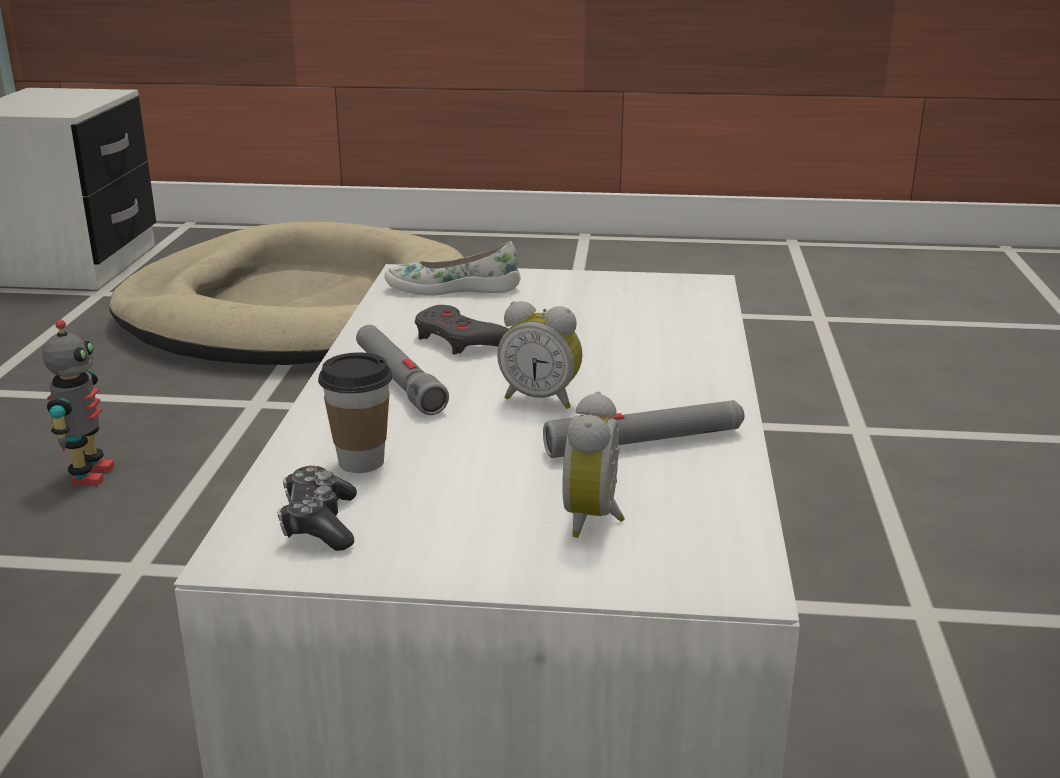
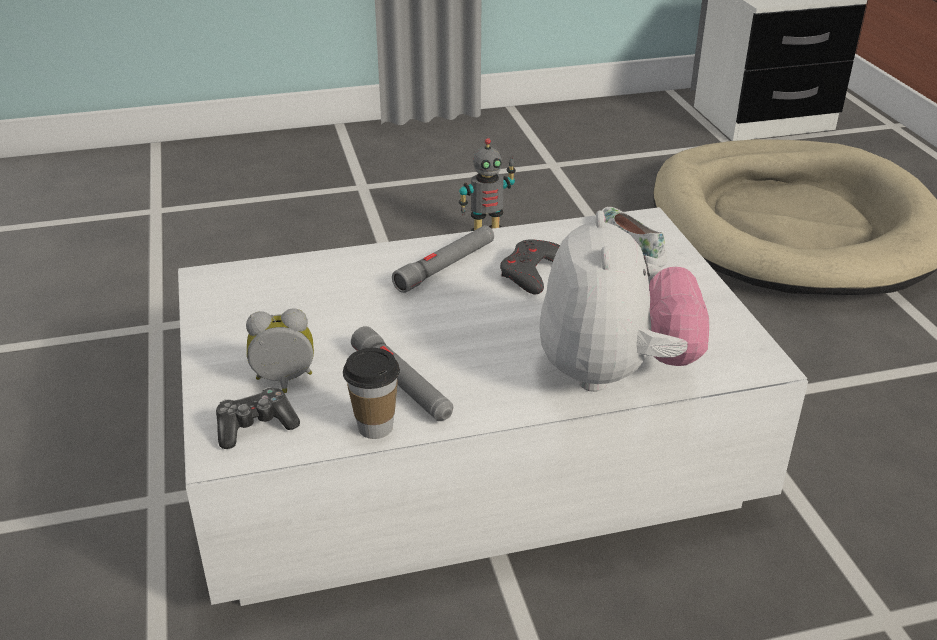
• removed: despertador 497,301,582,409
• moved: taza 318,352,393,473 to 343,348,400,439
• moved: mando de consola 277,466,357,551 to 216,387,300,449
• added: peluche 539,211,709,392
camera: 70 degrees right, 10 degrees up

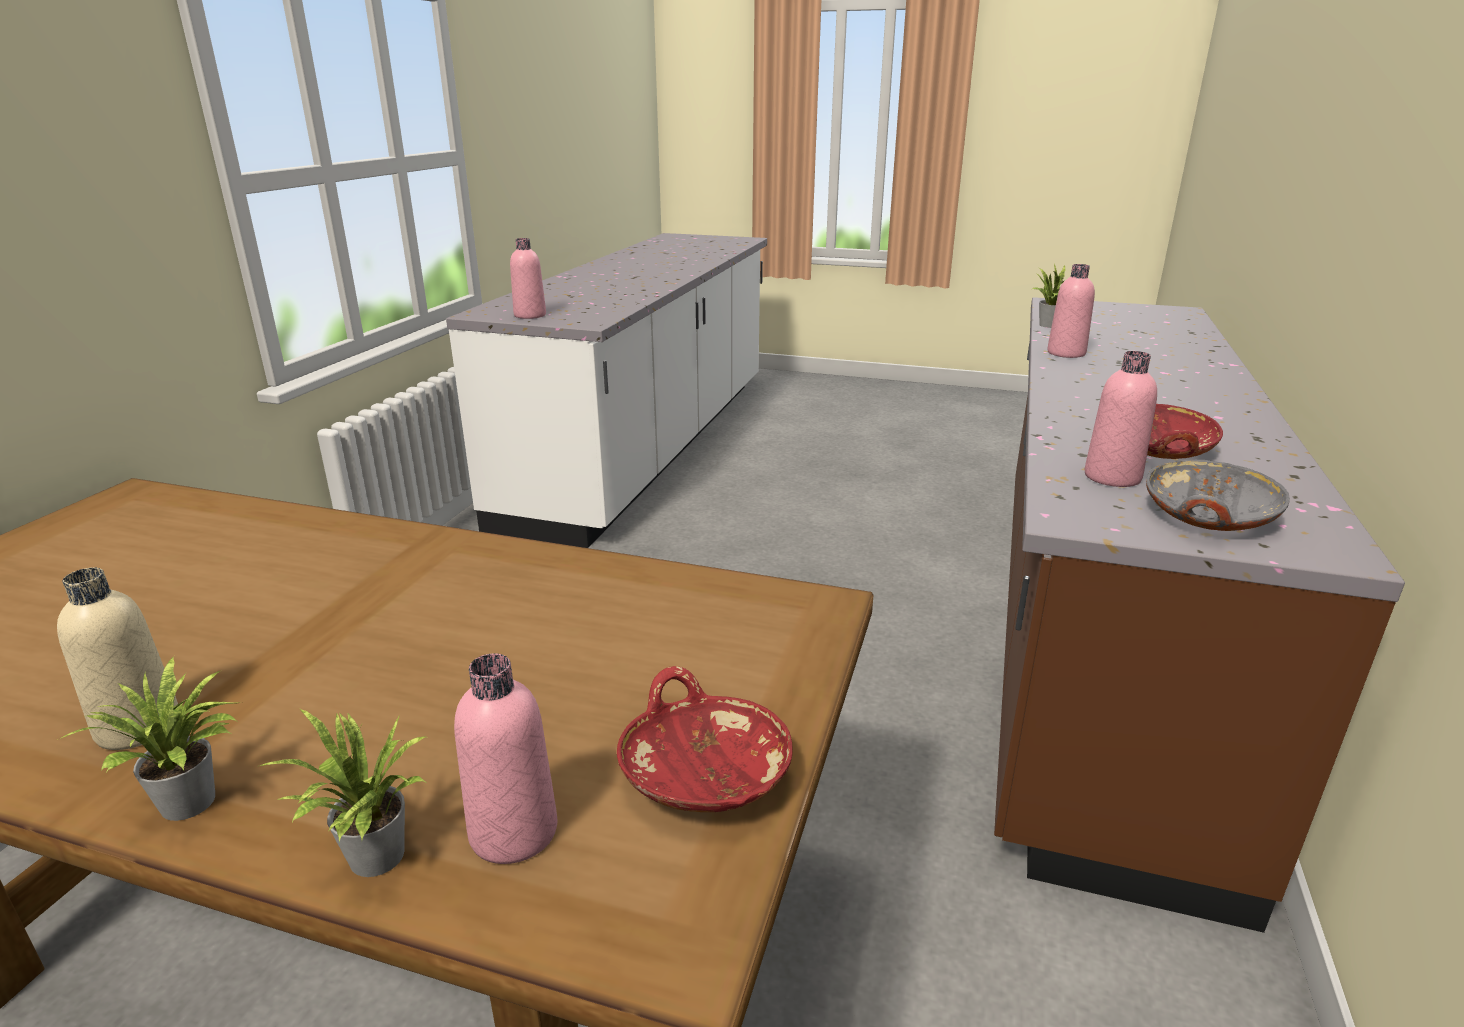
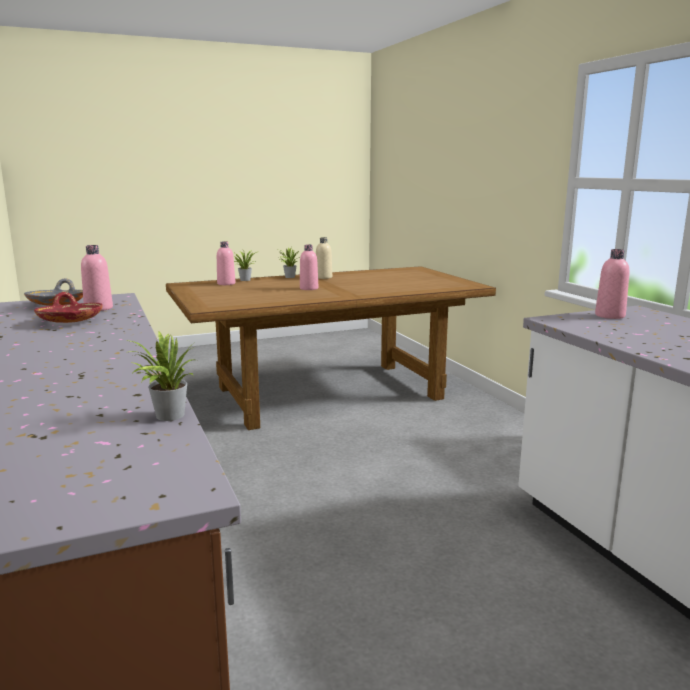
• moved: botella/rosa 1047,264,1095,358 to 300,245,318,290
• removed: cuenco/rojo 617,666,793,812
camera: 140 degrees right, 10 degrees down

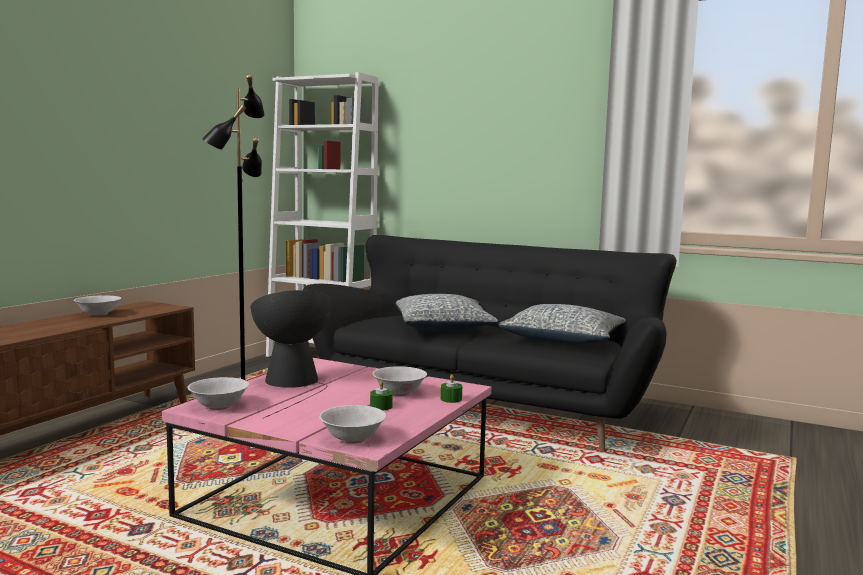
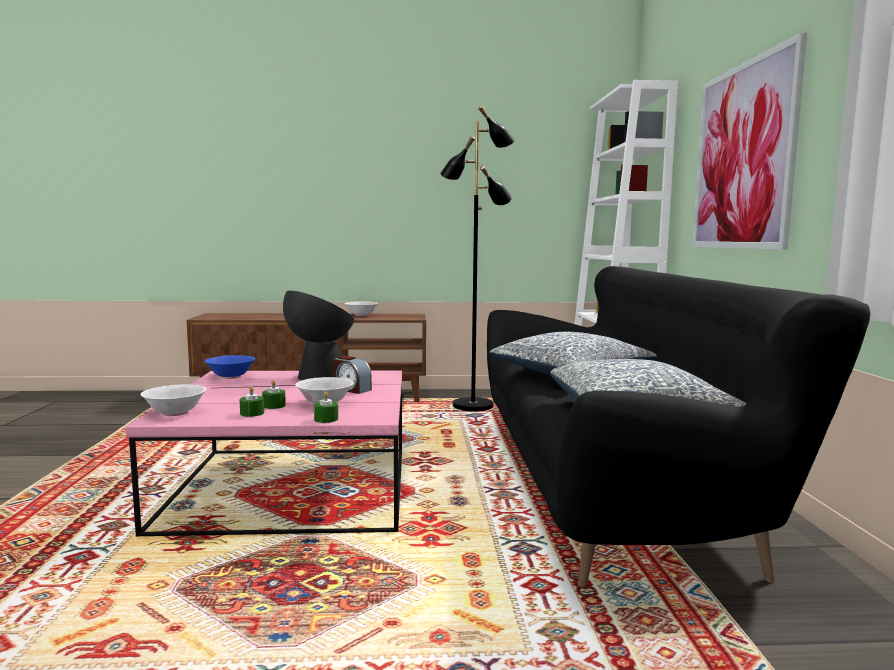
• recoloured: cuenco/blanco 187,377,249,410 to cuenco/azul 205,355,255,379
• added: cuadro 692,32,807,250
• added: despertador 334,355,372,394
• added: vela/verde 240,386,264,417
camera: 60 degrees right, 0 degrees up

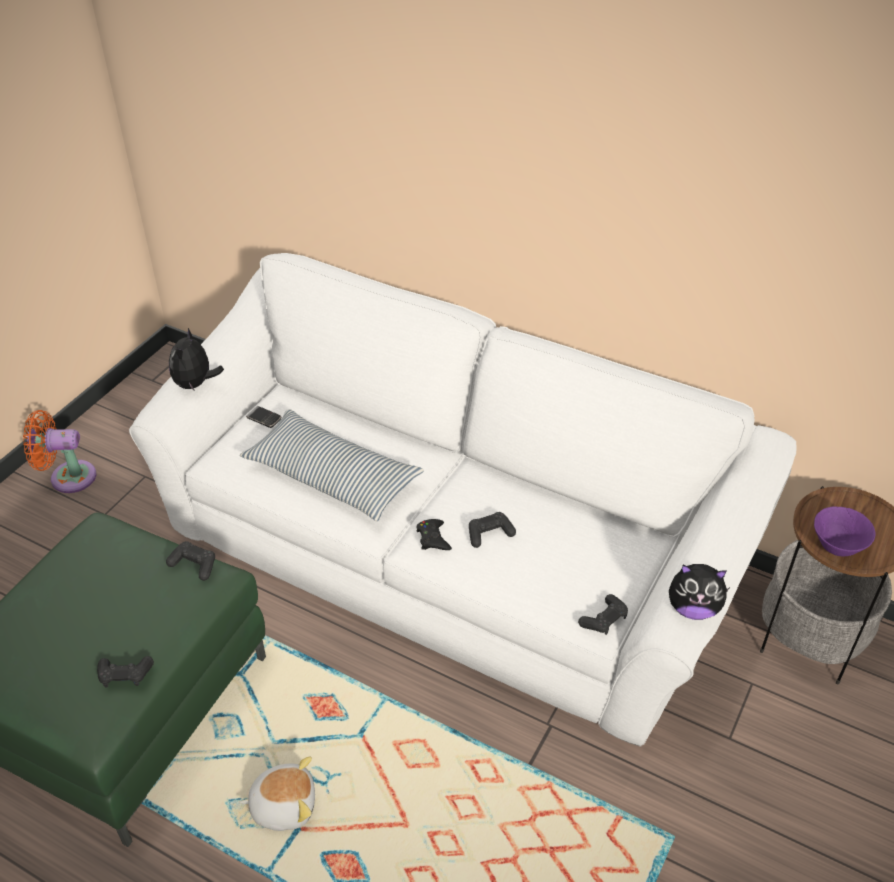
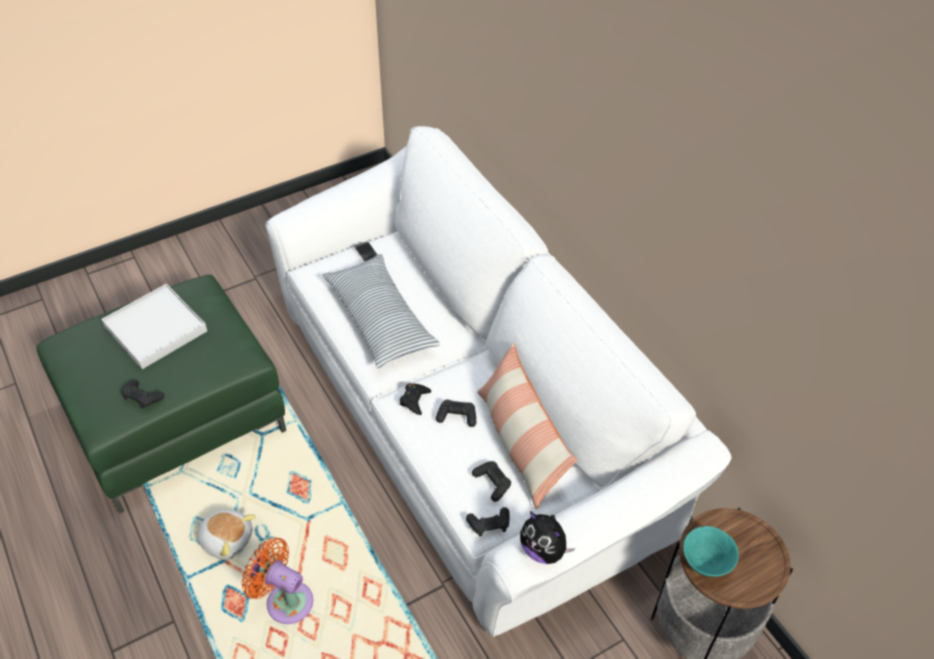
• removed: peluche 169,328,224,391
• moved: ventilador/naranja 23,410,96,493 to 241,537,313,624
• recoloured: cuenco/morado 814,507,876,556 to cuenco/turquesa 683,526,739,577
• moved: mando de consola/negro 166,541,215,581 to 472,461,511,502
• added: bandeja/blanco 101,284,207,369
• added: cojín 477,342,577,509
camera: 30 degrees right, 5 degrees up

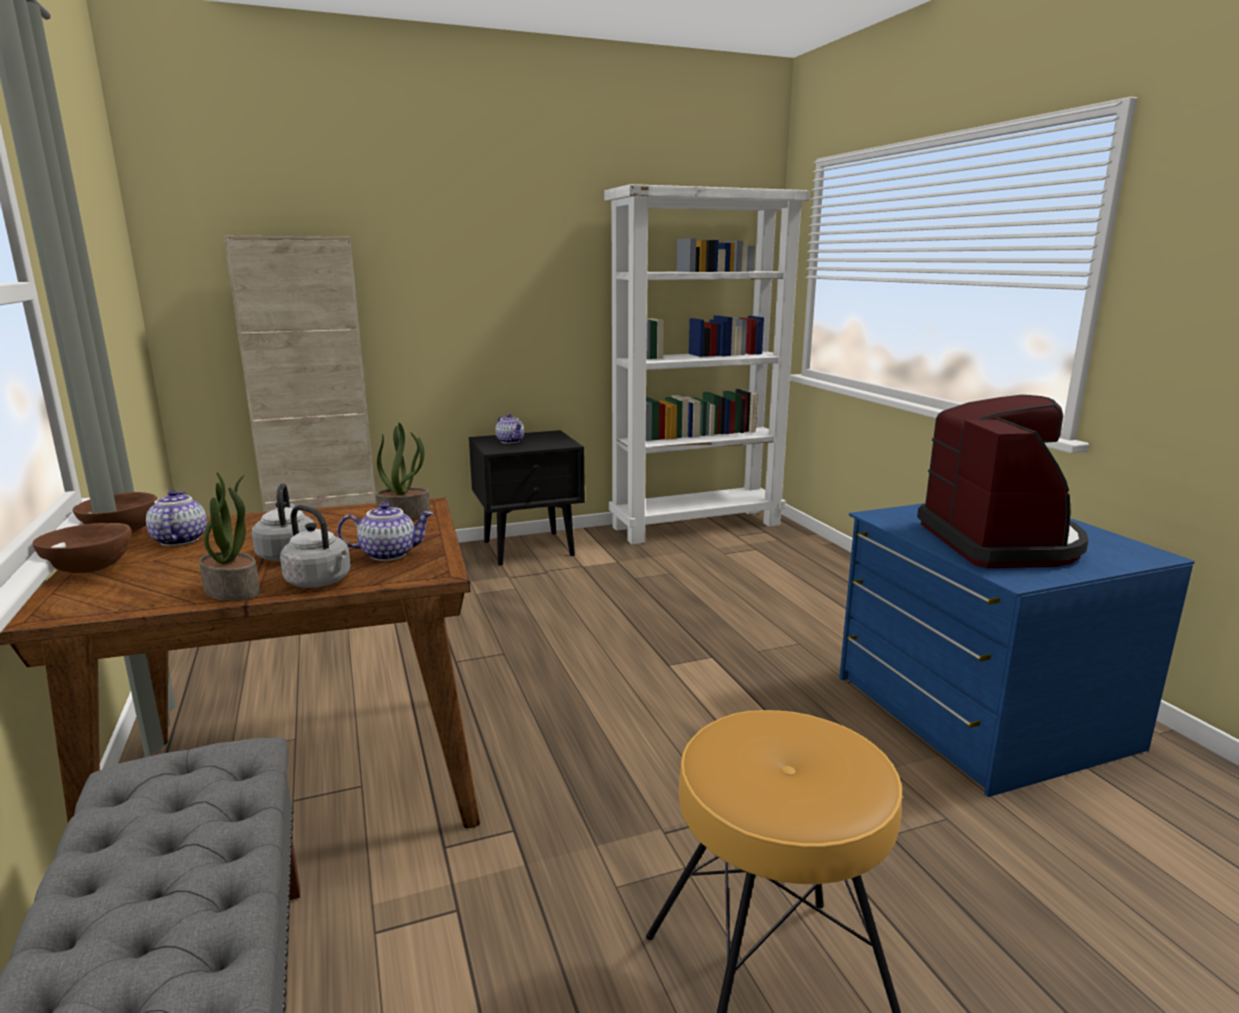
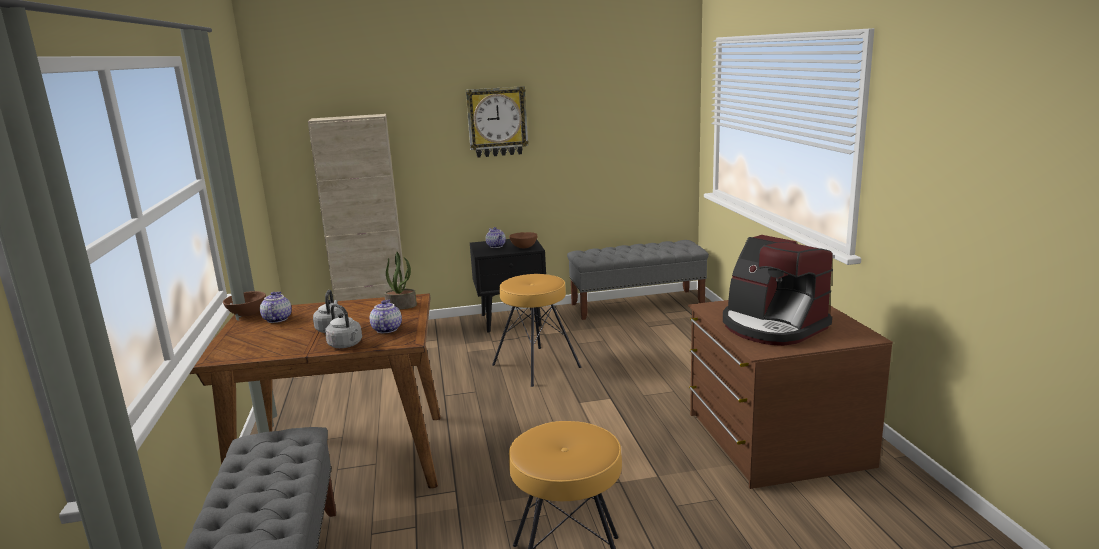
• replaced: estantería/blanco 604,184,810,545 to banco/gris 567,240,709,320
• turned: cafetera 917,395,1088,568 = 723,235,833,346 135 degrees clockwise
• removed: planta en maceta 199,473,260,601
• turned: tetera 337,502,433,561 = 370,300,402,333 90 degrees counterclockwise
• recoloured: cómoda/azul 839,503,1195,797 to cómoda/marrón 688,300,893,489
• moved: cuenco/marrón 32,523,132,573 to 509,232,538,248
• added: reloj de pared 466,86,529,158
• added: taburete/marrón 492,274,581,387
camera: 10 degrees right, 0 degrees up

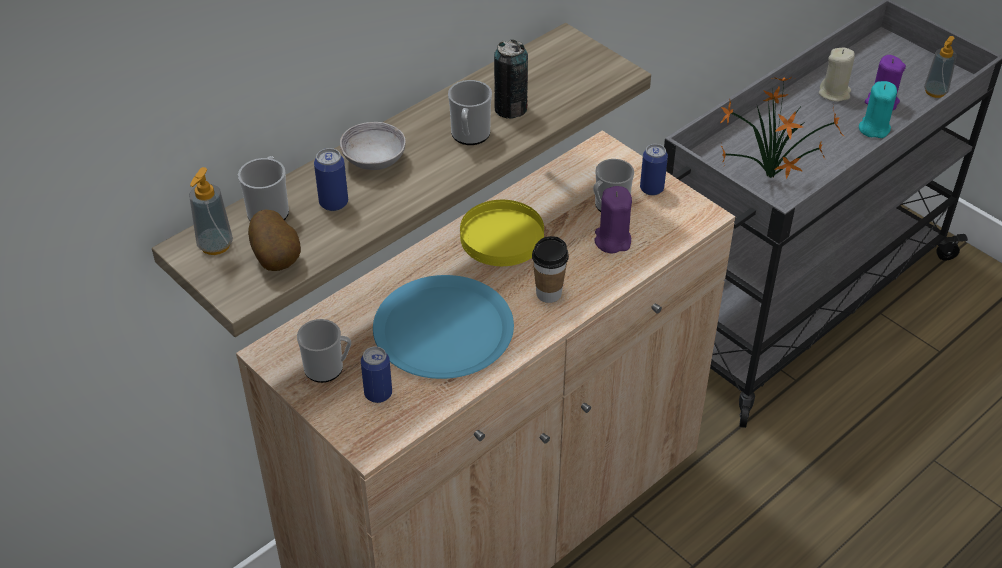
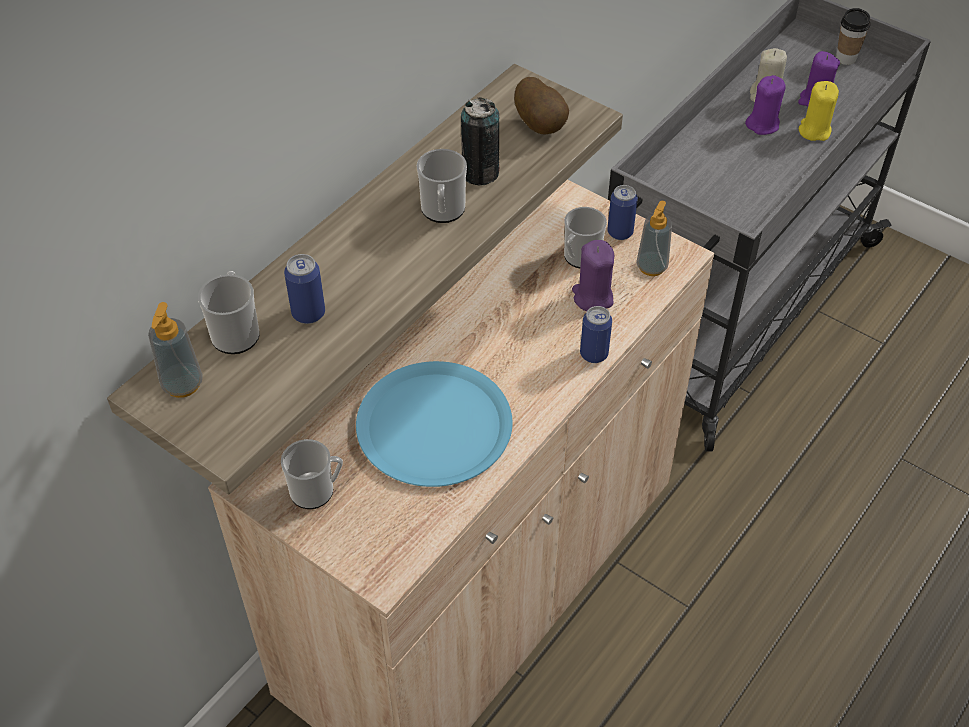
• moved: dispensador de jabón 924,36,957,98 to 636,201,672,276
• removed: planta en maceta 720,77,845,179
• recoloured: vela/turquesa 859,81,897,138 to vela/amarillo 799,81,839,141
• removed: cuenco/gris 340,122,406,170
• removed: plato/amarillo 460,200,544,266
• moved: patata 248,209,301,271 to 514,77,569,135
• moved: taza 532,236,569,303 to 836,8,870,65
• moved: lata 361,346,392,403 to 580,306,612,363
• added: vela/morado 745,75,786,135
camera: 10 degrees left, 5 degrees up

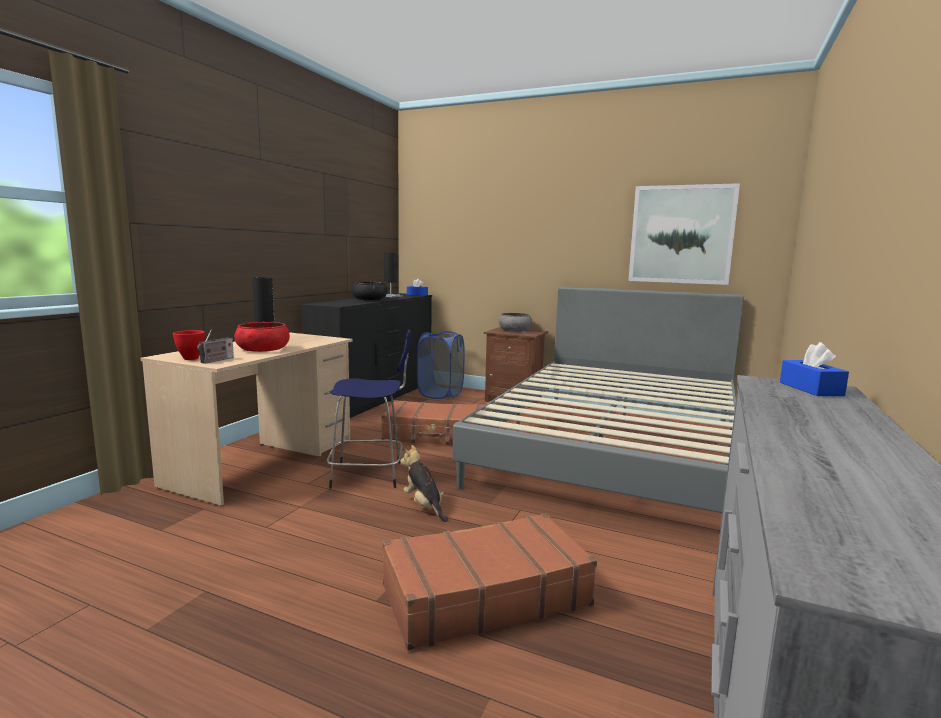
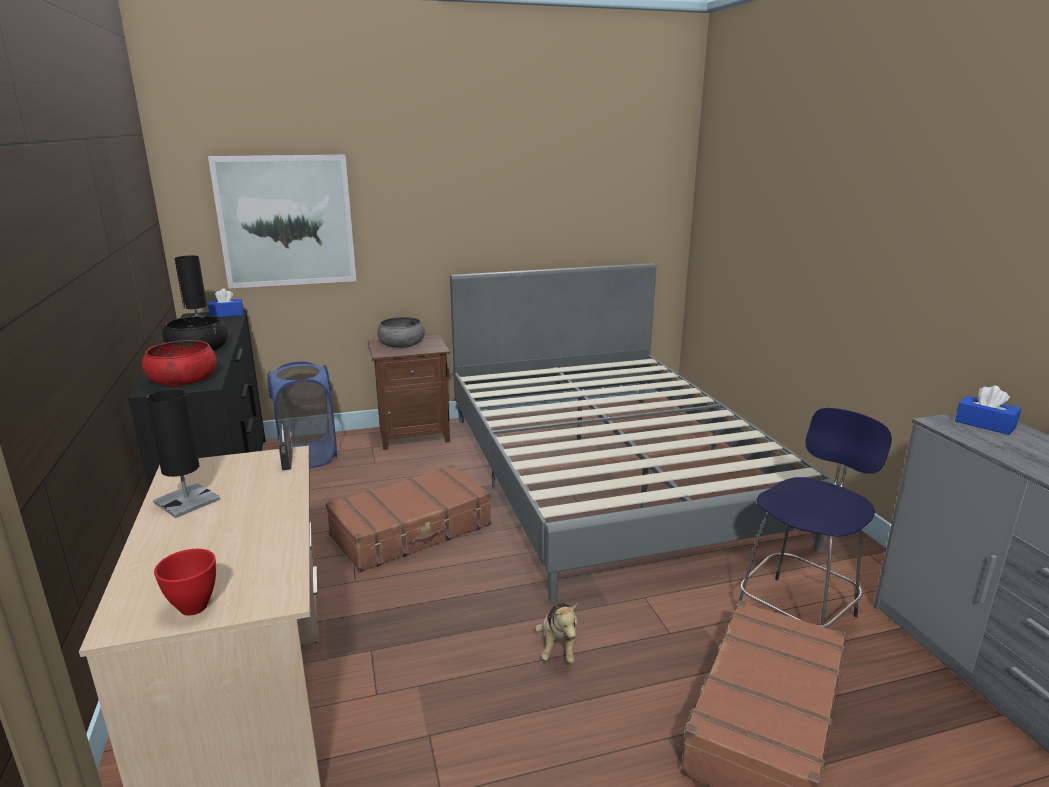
• moved: cuadro 628,183,740,285 to 208,155,357,289
• moved: cuenco/rojo 235,322,290,352 to 142,340,217,386
• moved: radio 197,330,234,364 to 279,424,293,470
• moved: taburete/azul 327,330,411,489 to 735,408,892,628
• turned: peluche 401,445,448,522 = 535,603,578,663 105 degrees counterclockwise
camera: 40 degrees left, 10 degrees up

